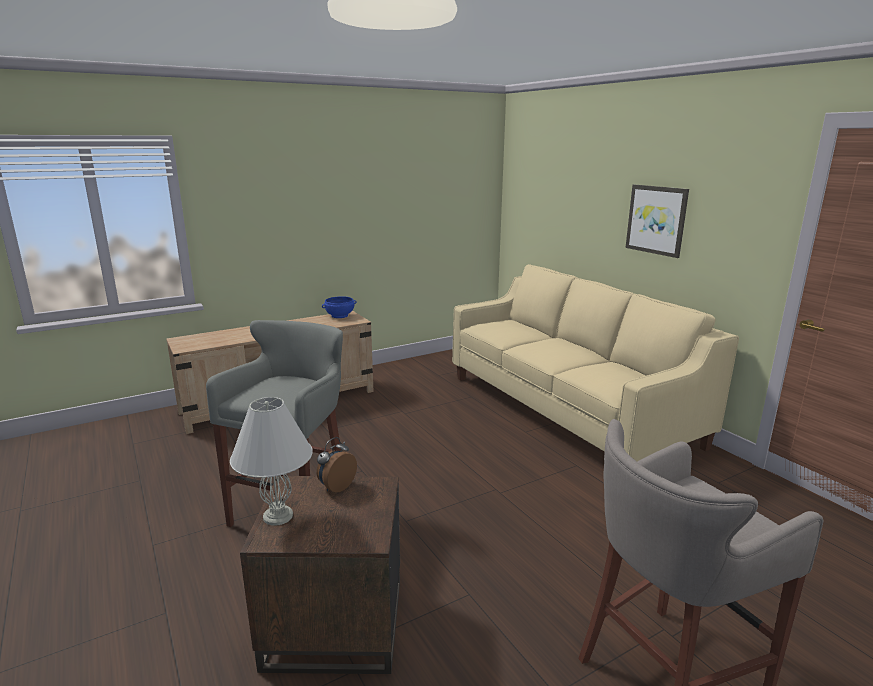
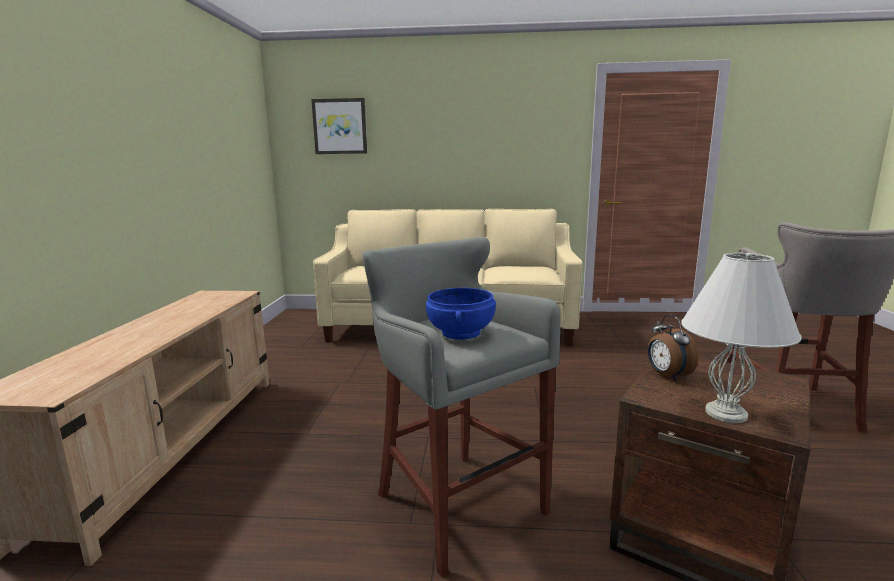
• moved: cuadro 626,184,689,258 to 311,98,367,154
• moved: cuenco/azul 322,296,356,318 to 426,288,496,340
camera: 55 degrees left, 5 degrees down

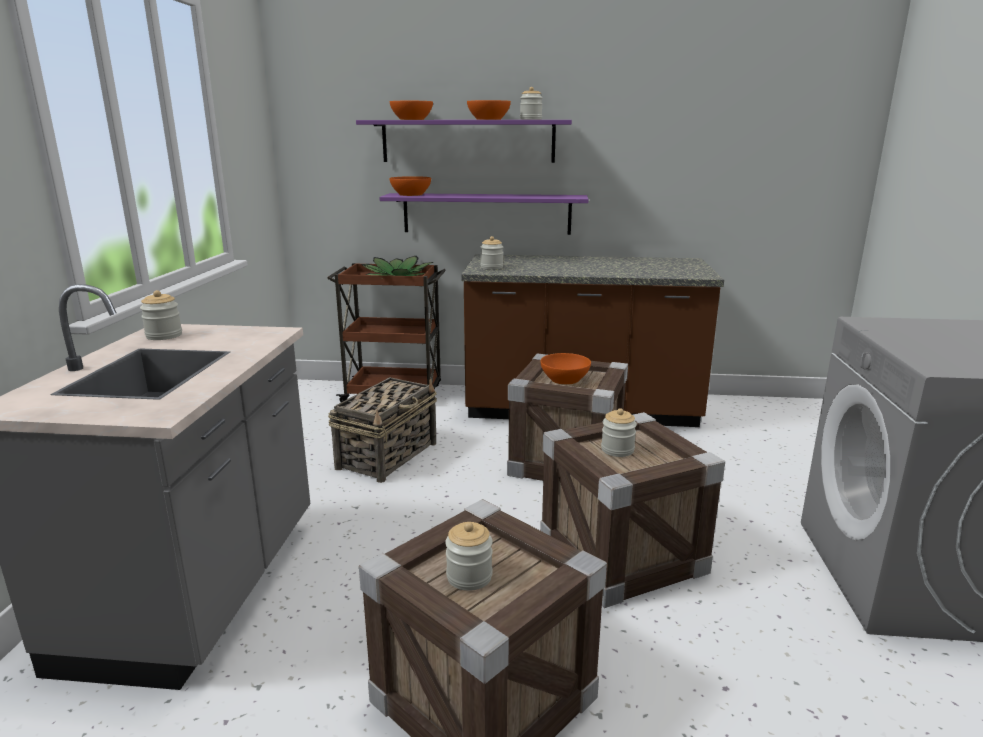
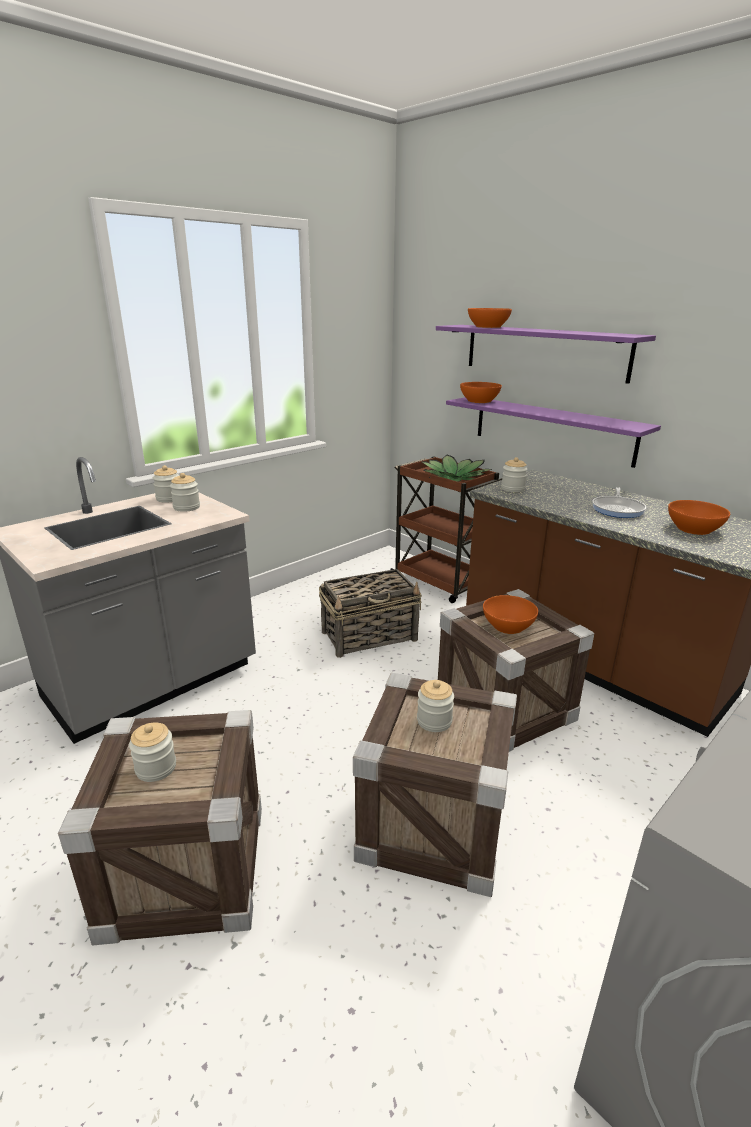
• moved: tarro 520,87,543,120 to 170,473,200,512
• moved: cuenco/naranja 467,100,511,120 to 668,500,730,535
• added: sartén 592,487,646,518
camera: 40 degrees right, 5 degrees up

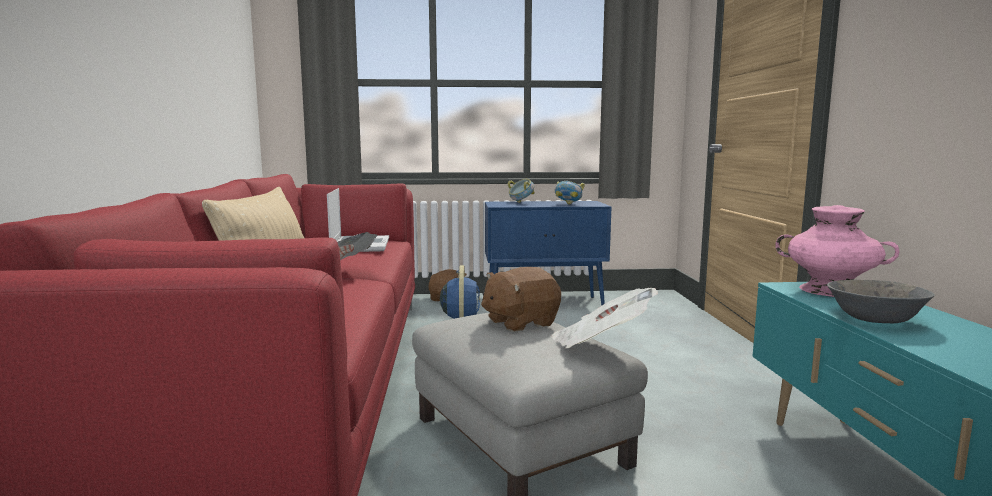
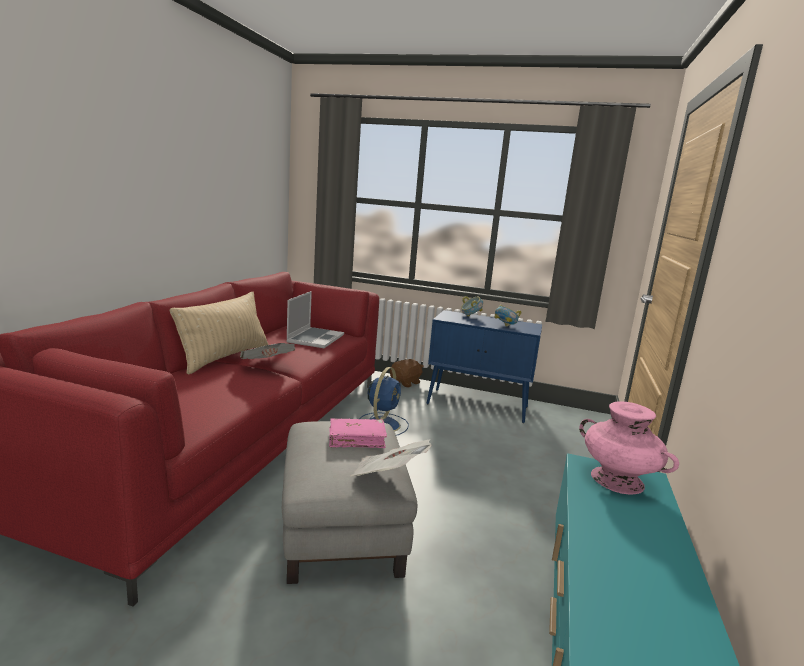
• replaced: peluche/marrón 481,267,561,332 to libro/rosa 329,418,387,448
• removed: cuenco/gris 827,280,935,323
camera: 20 degrees right, 5 degrees up

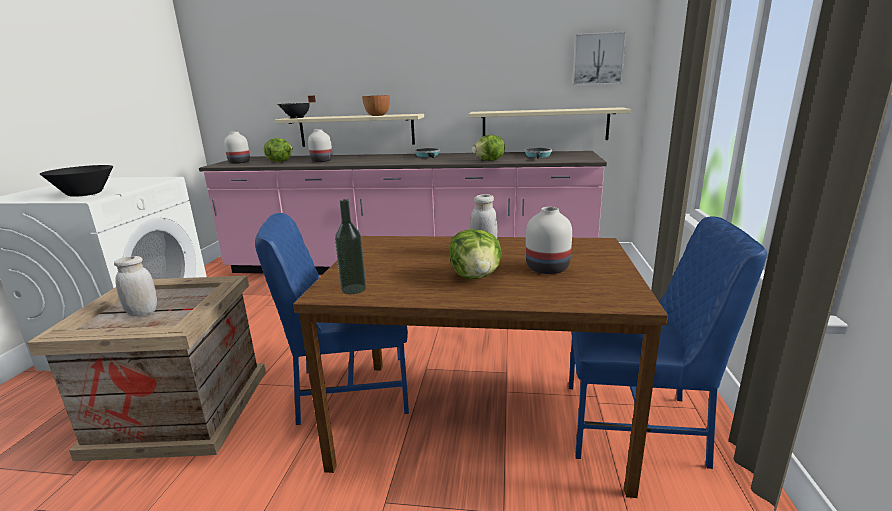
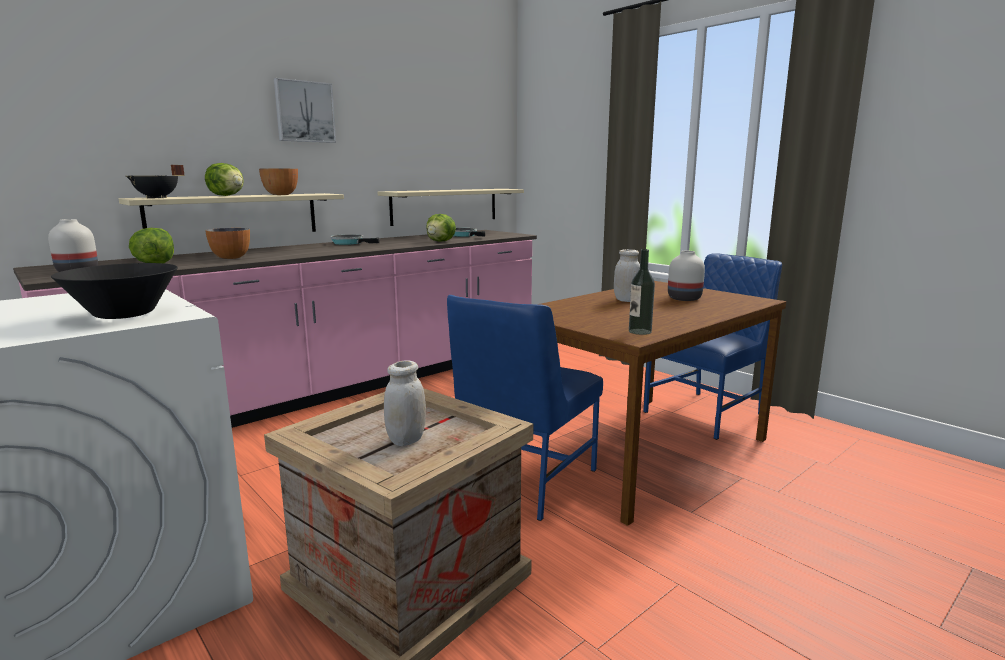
• moved: cuadro 572,31,626,85 to 274,78,336,143
• replaced: florero/blanco 308,129,332,162 to cuenco 205,228,250,259
• moved: lechuga 449,229,502,279 to 205,163,244,196
camera: 50 degrees left, 5 degrees down

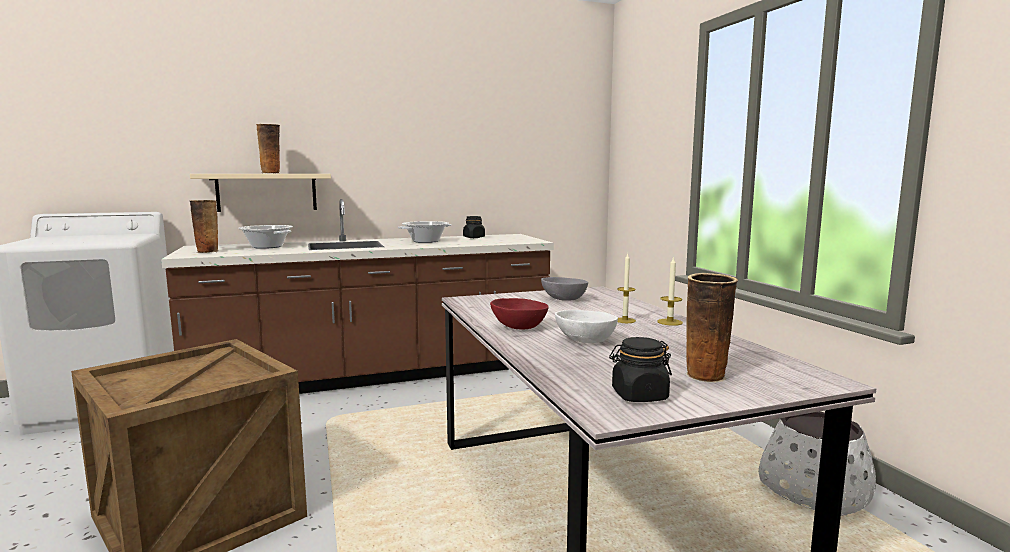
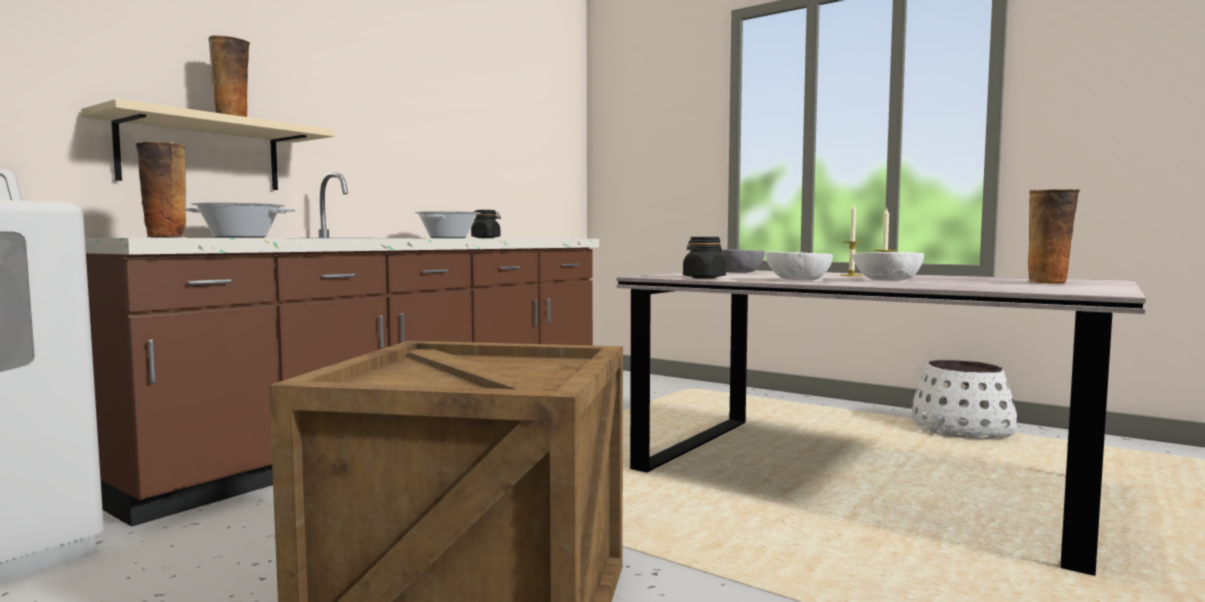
• recoloured: cuenco/rojo 490,298,549,329 to cuenco/blanco 765,252,833,281
• moved: tarro/negro 609,337,672,402 to 683,237,726,279
camera: 35 degrees left, 5 degrees down

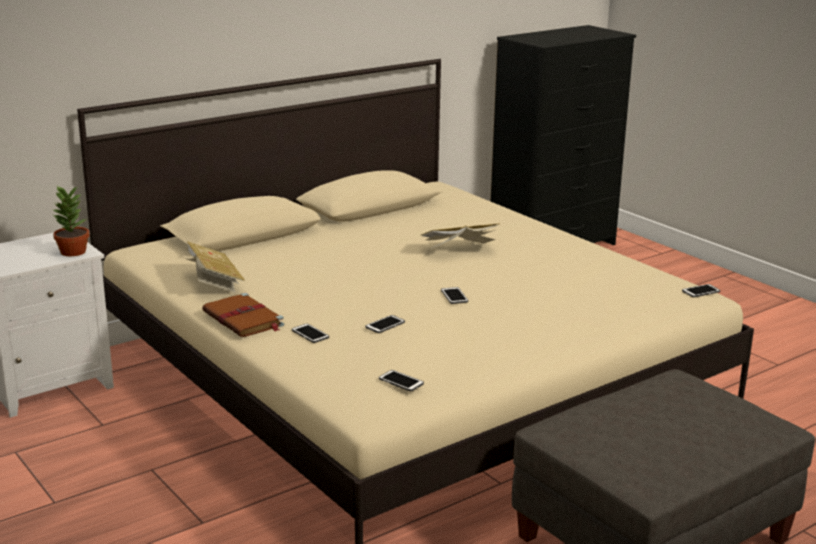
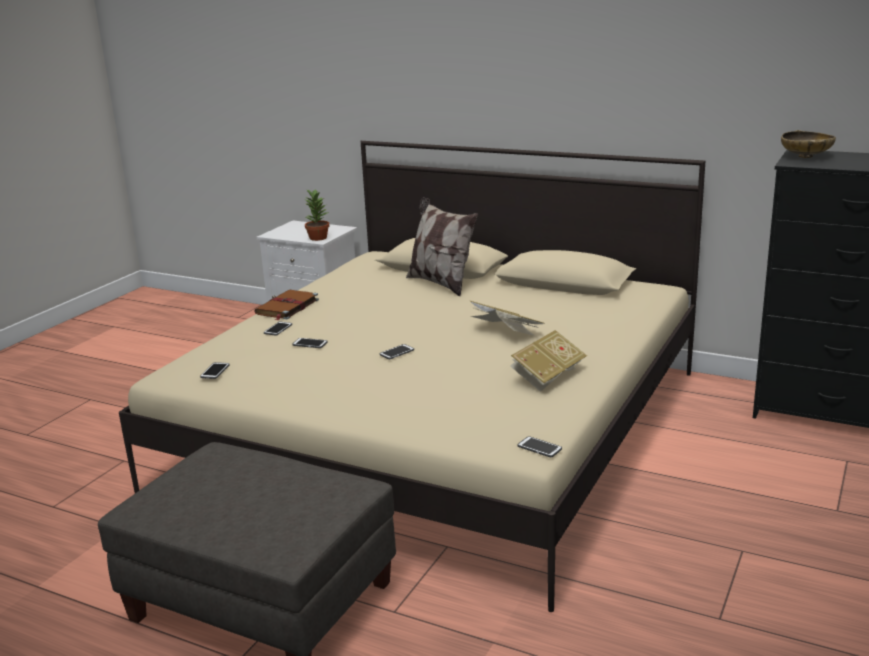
• moved: libro 184,241,245,292 to 510,330,587,392
• added: cuenco/beis 781,130,836,158
• added: cojín 406,197,478,296
camera: 65 degrees right, 0 degrees up

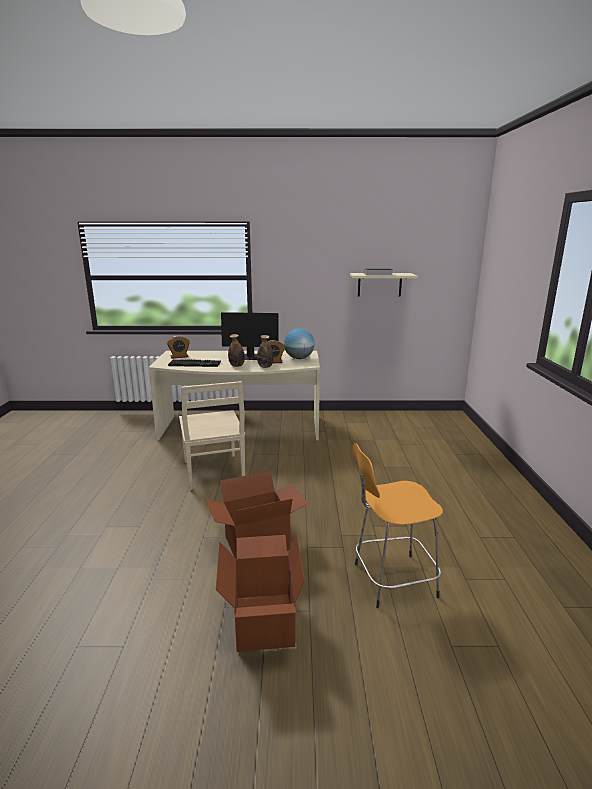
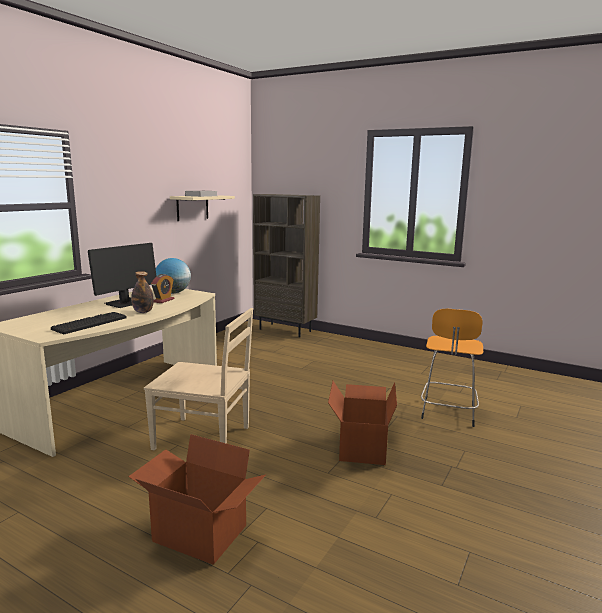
• removed: botella 257,335,274,368
• removed: despertador 167,336,190,359
• moved: caja de cartón 216,534,305,652 to 128,434,266,565
• added: estantería/marrón 253,194,320,337
camera: 60 degrees left, 5 degrees down

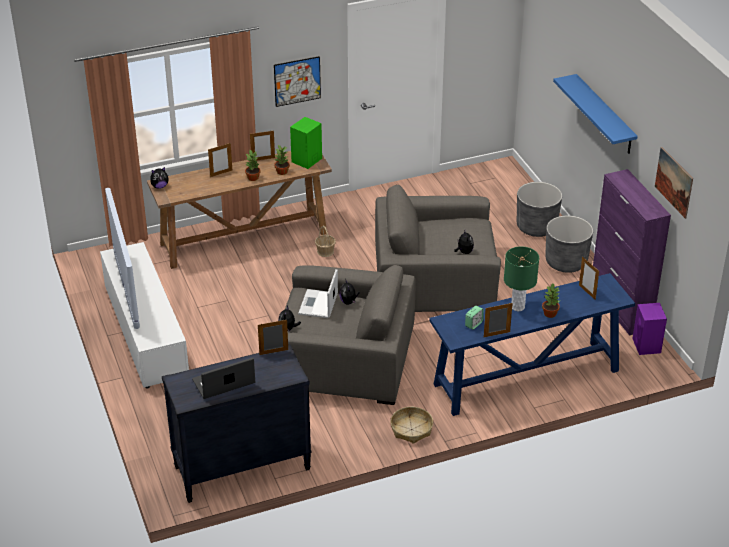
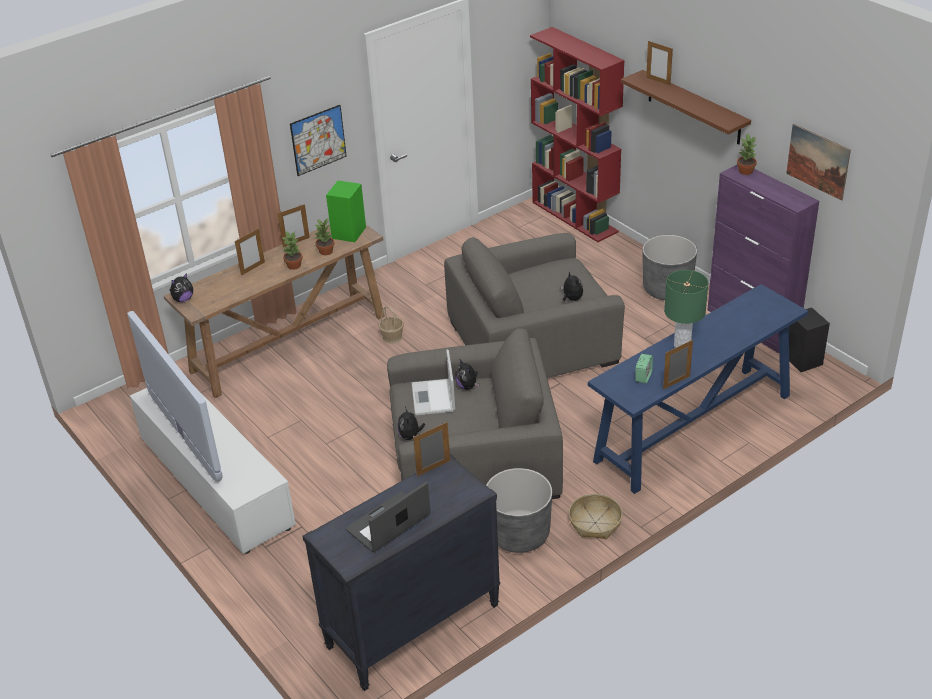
• recoloured: estante/azul 553,74,638,154 to estante/marrón 621,70,751,144
• moved: maceta/gris 517,182,562,237 to 486,468,552,553
• moved: portarretratos 579,257,599,300 to 646,41,673,86
• moved: planta en maceta 542,284,560,318 to 737,134,757,175
• recoloured: altavoz/morado 632,303,667,355 to altavoz/negro 789,307,830,372
• added: estantería/rojo 530,27,624,242
camera: 15 degrees left, 0 degrees up

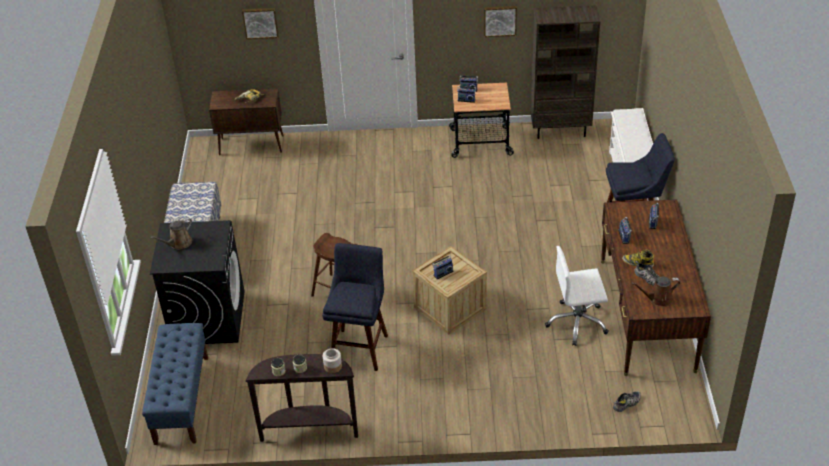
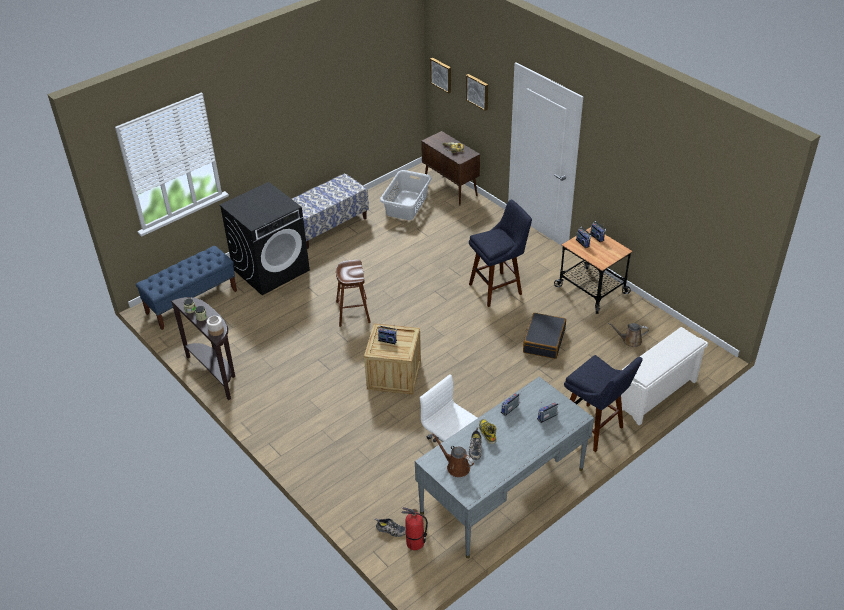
• removed: estantería/marrón 530,5,600,139
• moved: cuadro 484,6,517,37 to 430,58,451,93
• recoloured: escritorio/marrón 601,200,711,376 to escritorio/gris 415,377,594,558
• moved: regadera/marrón 150,217,192,250 to 608,323,649,347
• moved: taburete/azul 322,243,388,371 to 469,200,532,307
• added: cesto de la ropa/gris 380,170,432,220
• added: maleta/negro 523,313,566,359
• added: extintor 402,507,428,550
camera: 50 degrees right, 0 degrees up

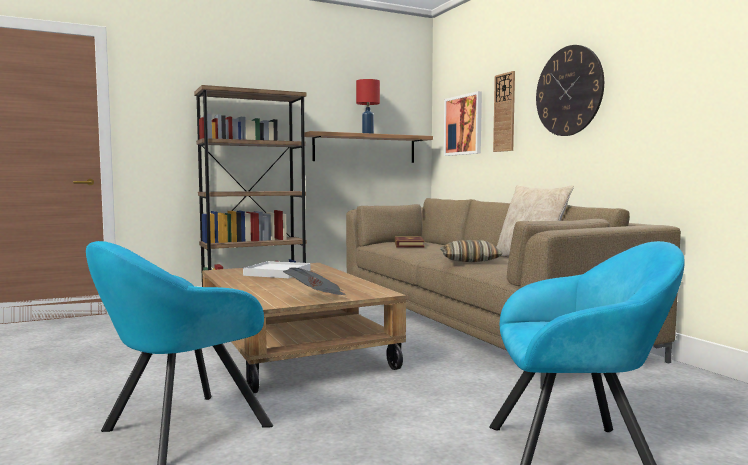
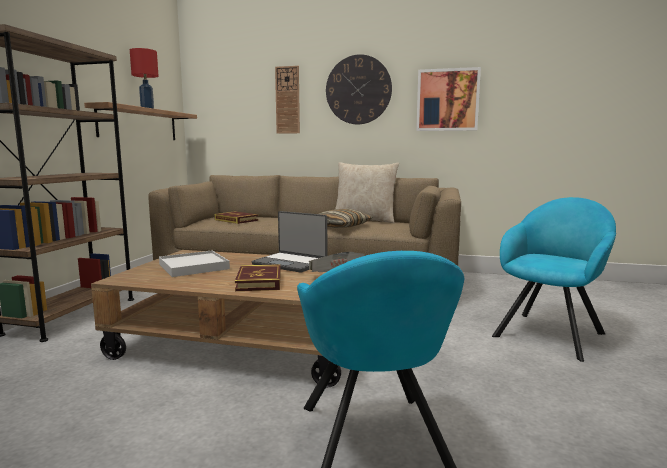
• moved: cuadro 444,91,482,156 to 416,67,481,131
• added: portátil 251,211,327,273
• added: libro 235,264,281,291
camera: 50 degrees left, 5 degrees up

